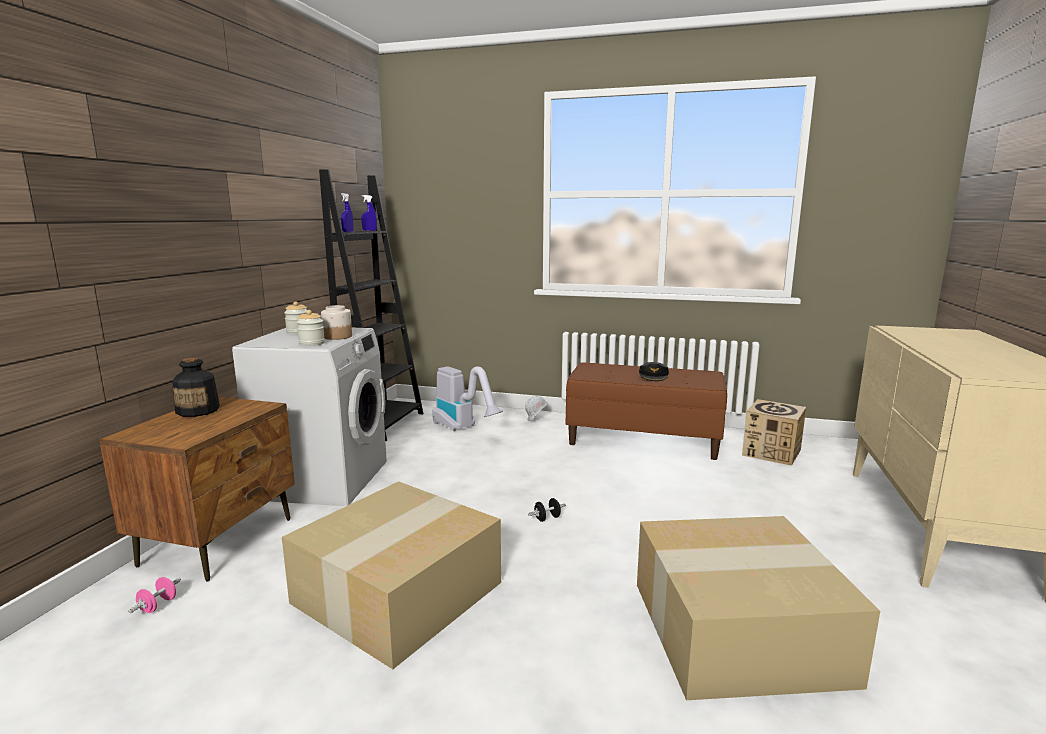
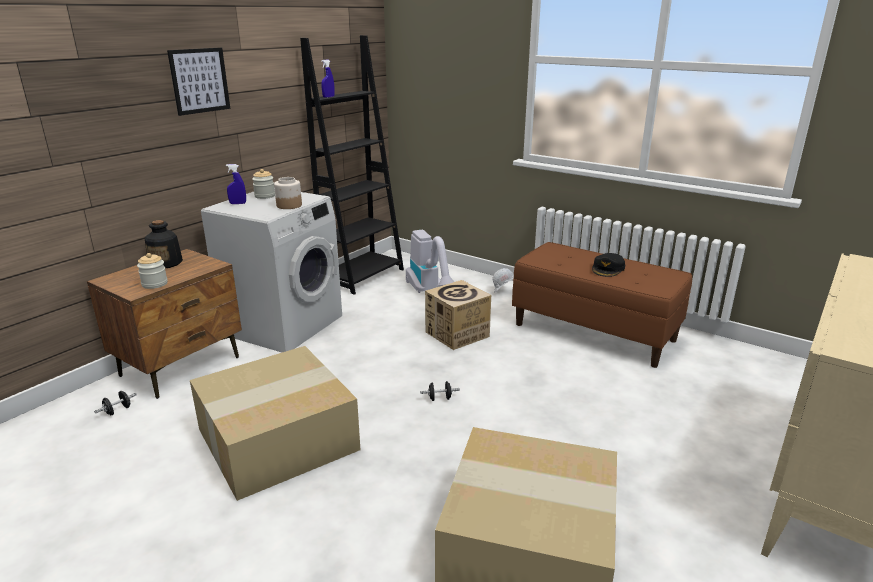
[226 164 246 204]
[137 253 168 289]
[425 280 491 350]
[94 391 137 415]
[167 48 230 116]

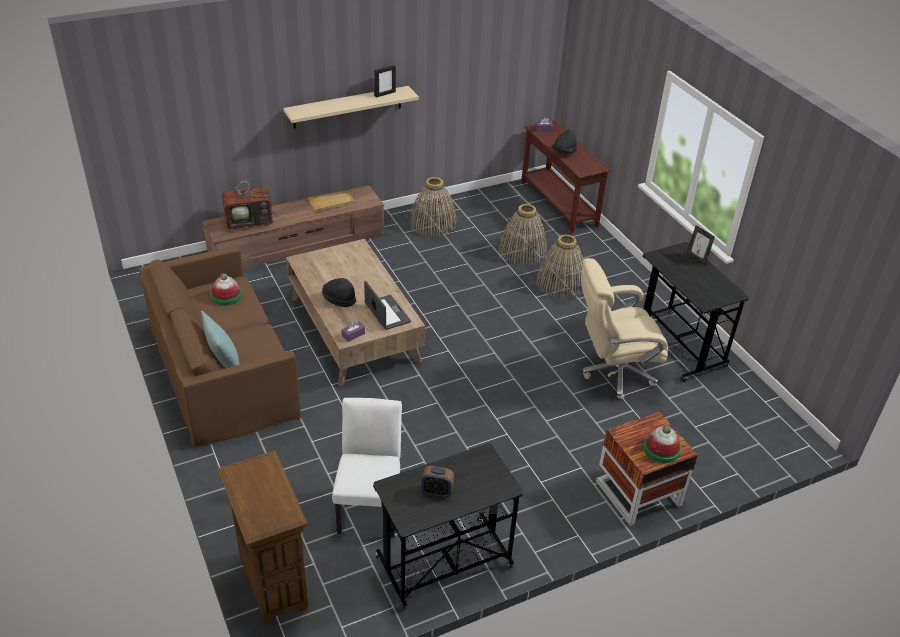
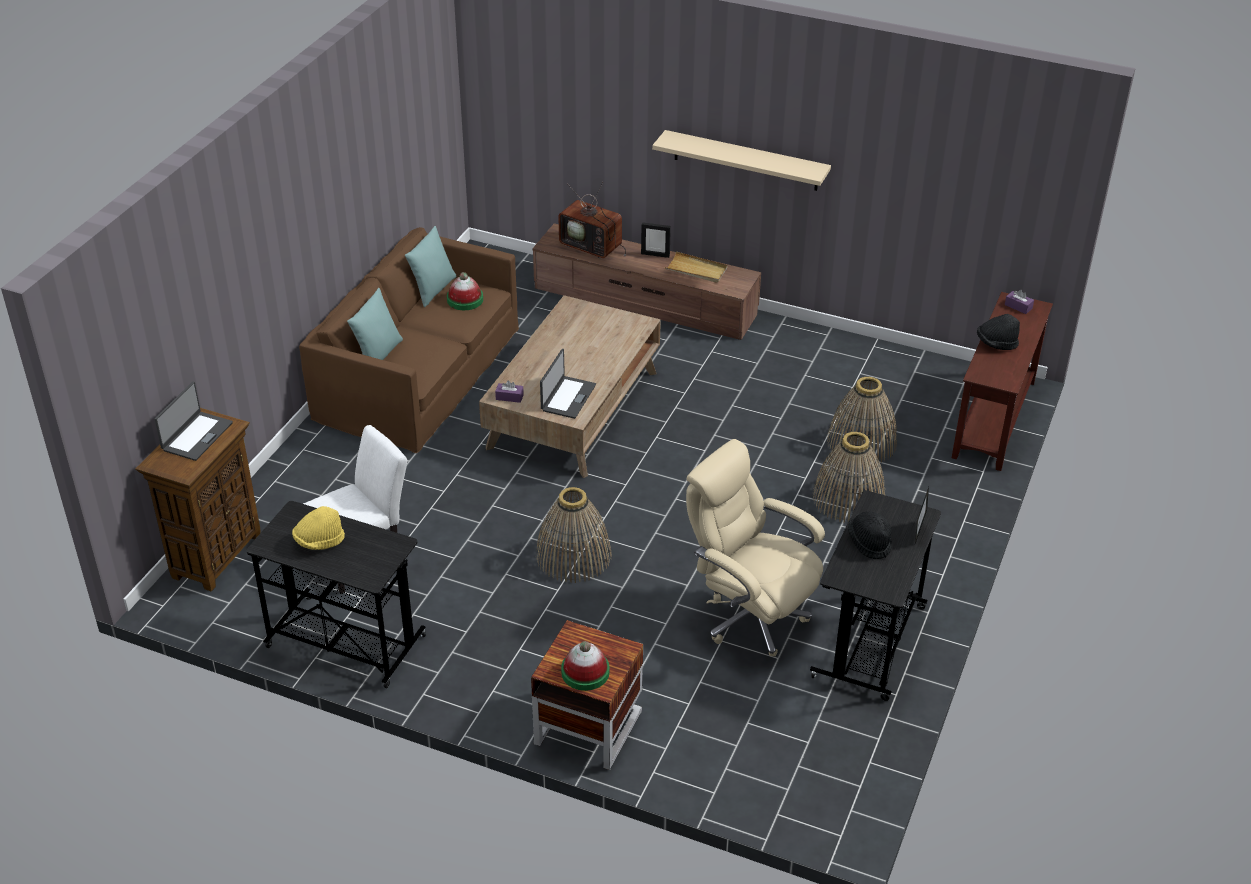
[641 222 671 258]
[536 487 612 583]
[848 511 892 559]
[292 506 345 550]
[405 226 457 307]
[154 382 233 461]

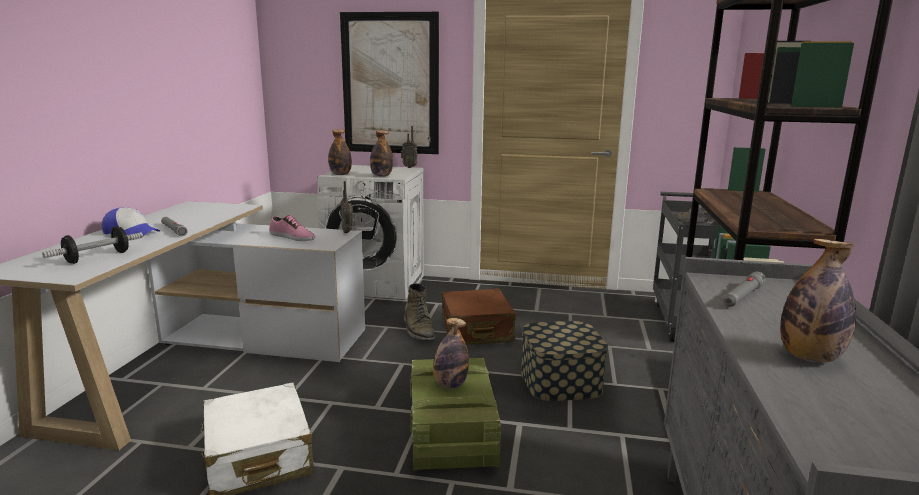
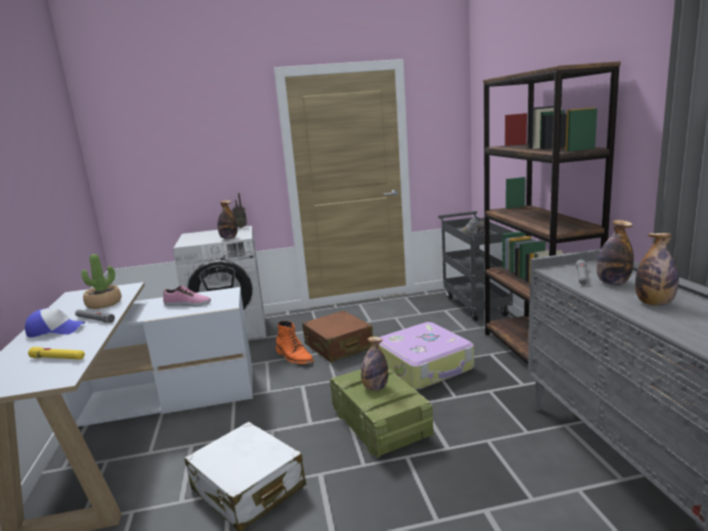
[340 12 439 154] (first image)
[597 220 634 285]
[341 181 355 233] (first image)
[28 347 85 360]
[276 321 314 364]
[379 322 474 390]
[81 254 121 309]

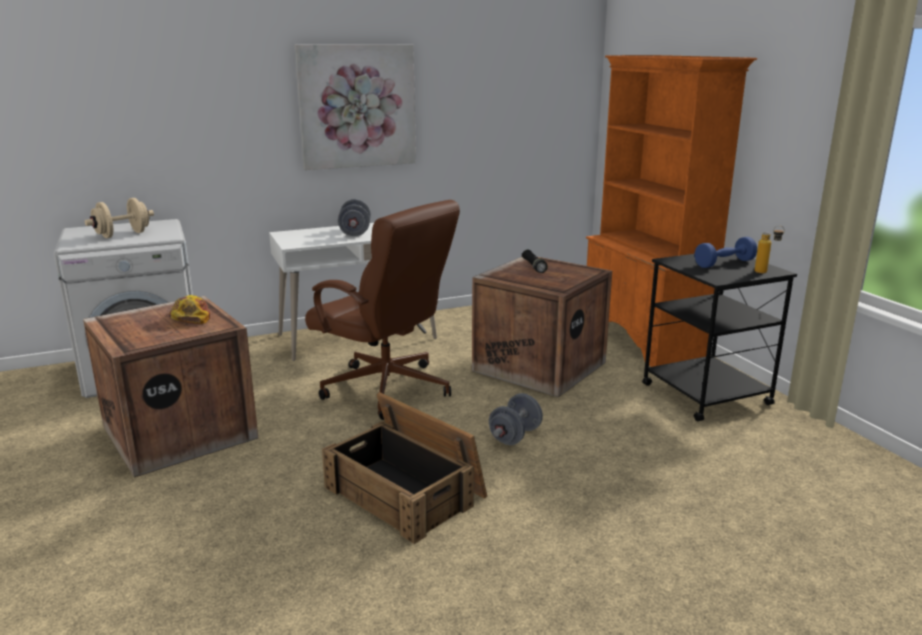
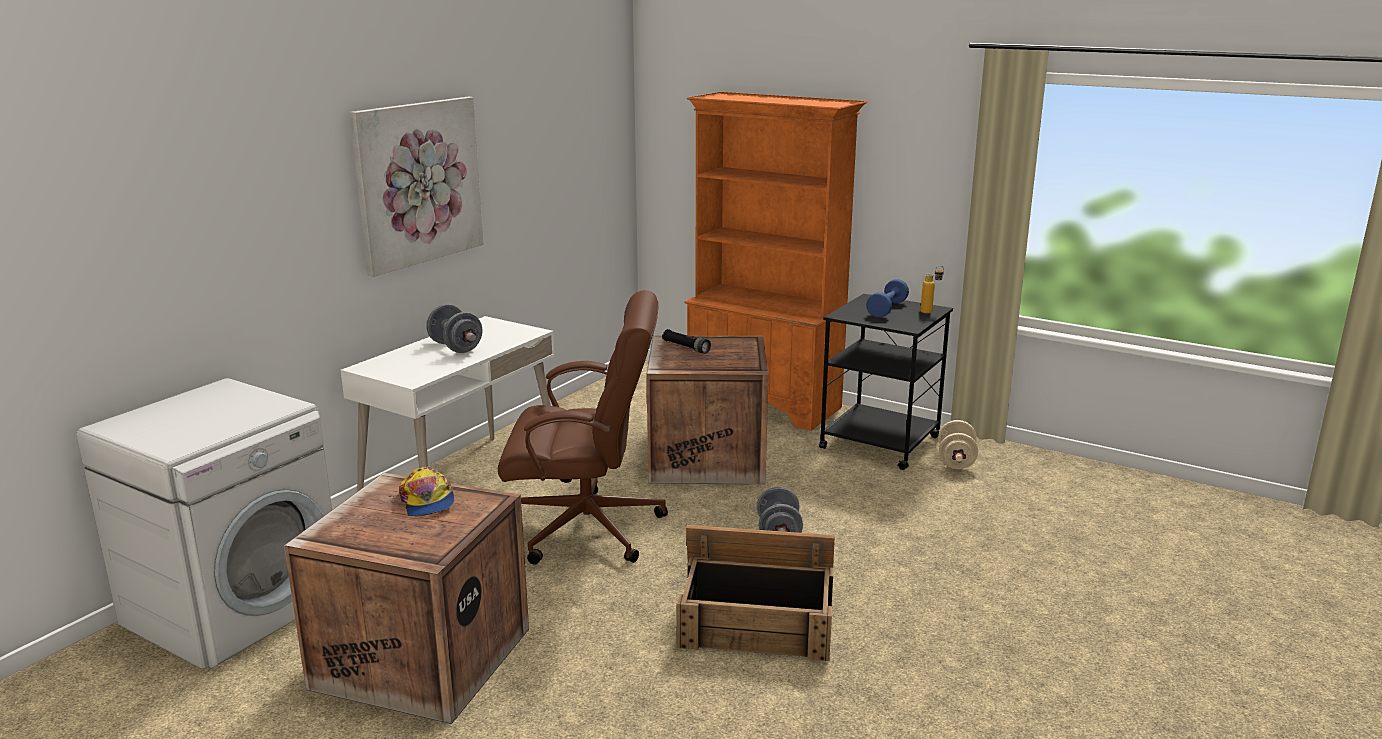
[938 420 978 469]
[399 467 454 517]

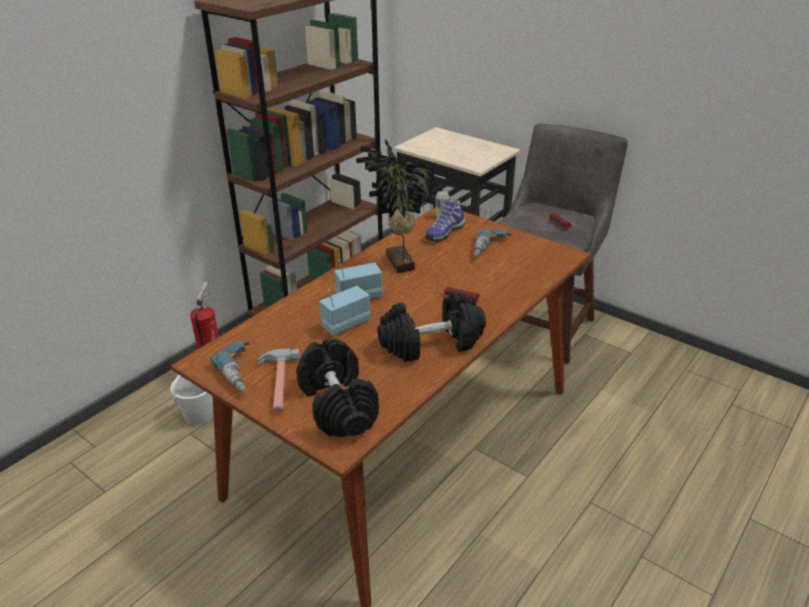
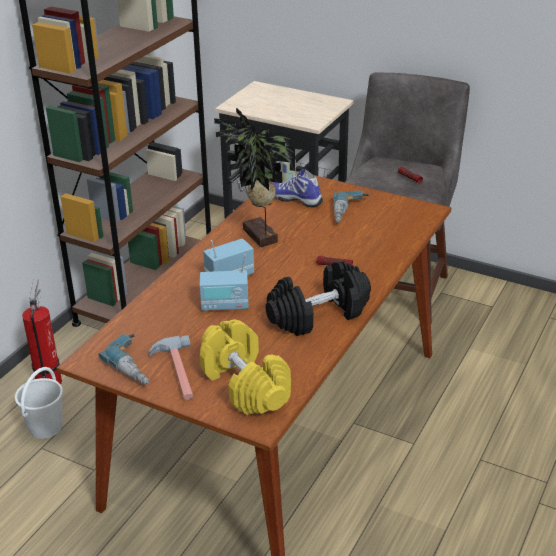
[273 169 323 208]
[199 254 249 311]
[200 319 291 415]

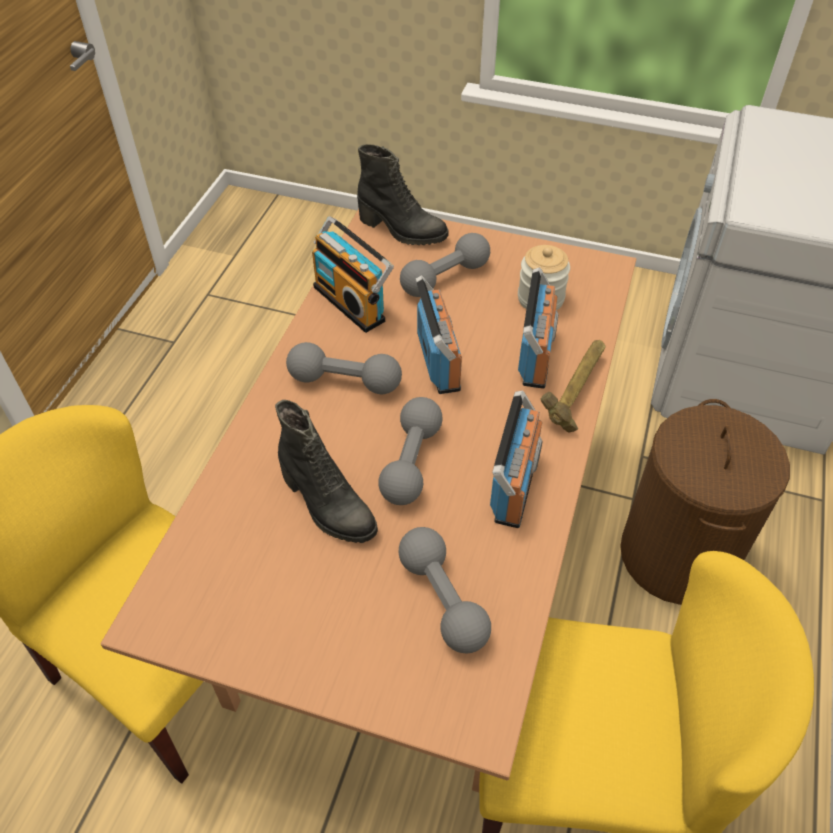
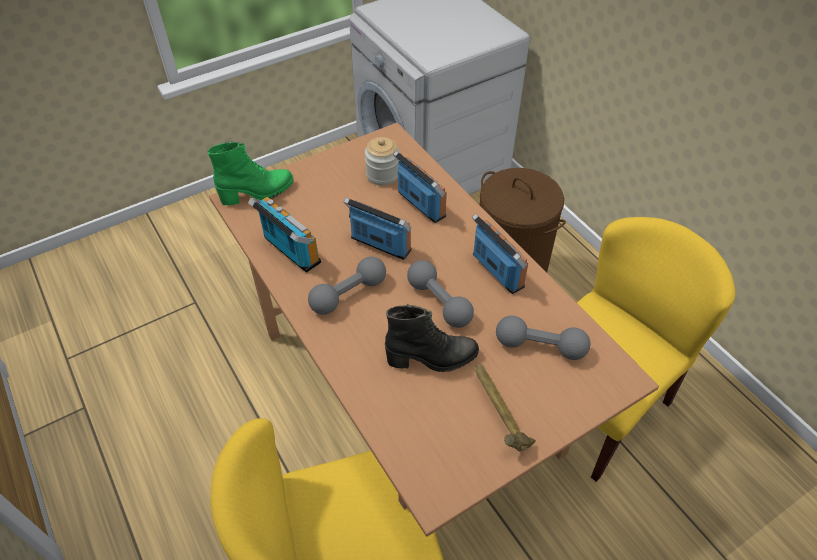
[207 142 293 205]
[248 197 321 273]
[400 233 490 297] (first image)
[474 364 536 451]

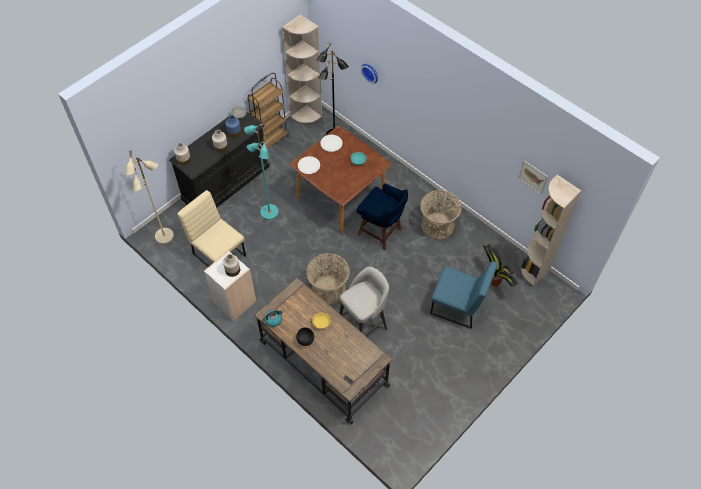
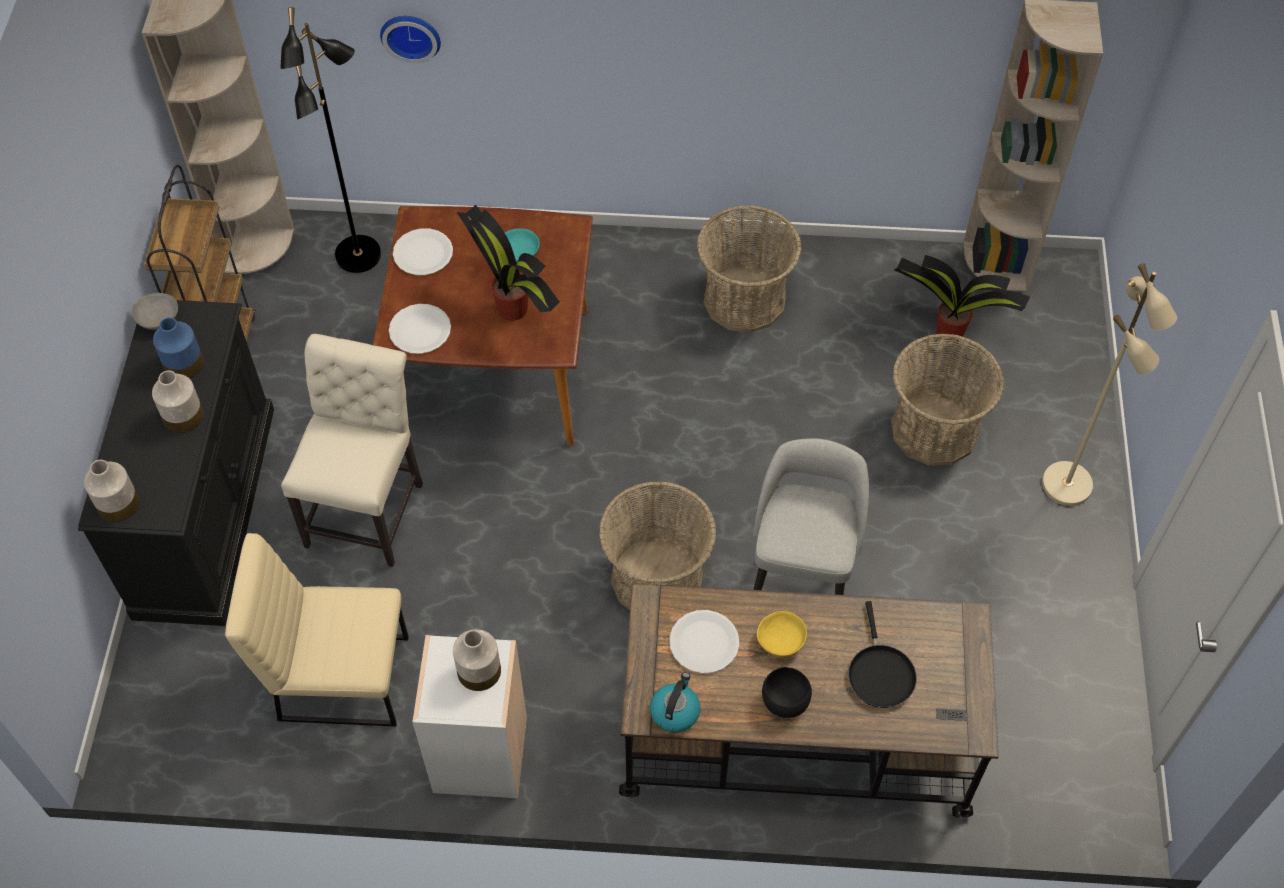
[281 334 423 567]
[1042 264 1177 506]
[518 160 548 195] (first image)
[357 184 408 250] (first image)
[891 333 1004 466]
[456 205 559 321]
[848 601 917 708]
[669 610 739 673]

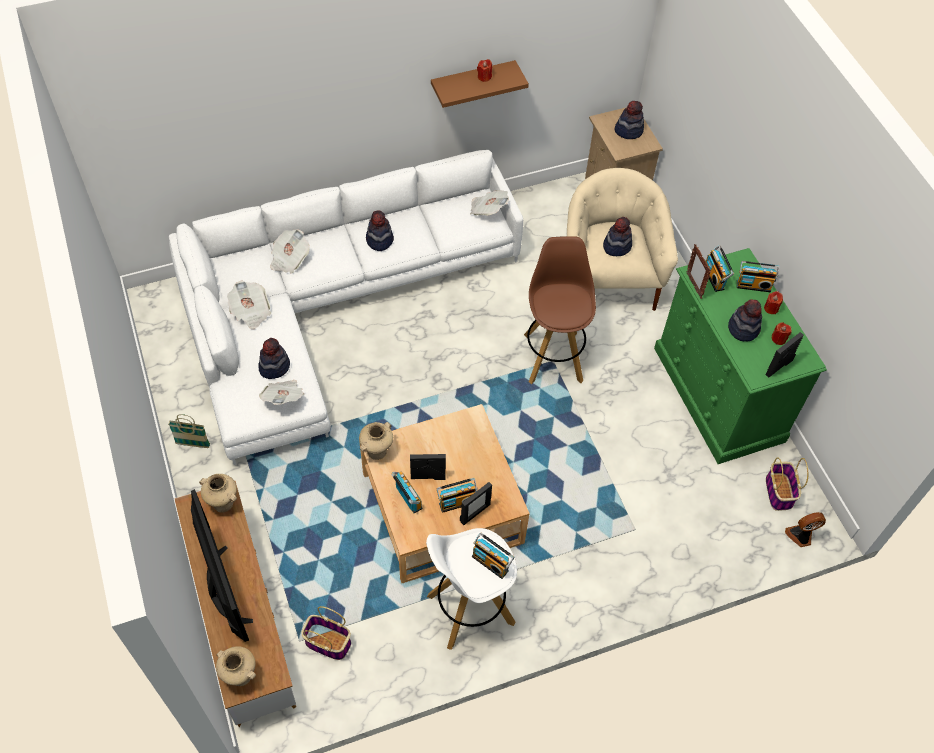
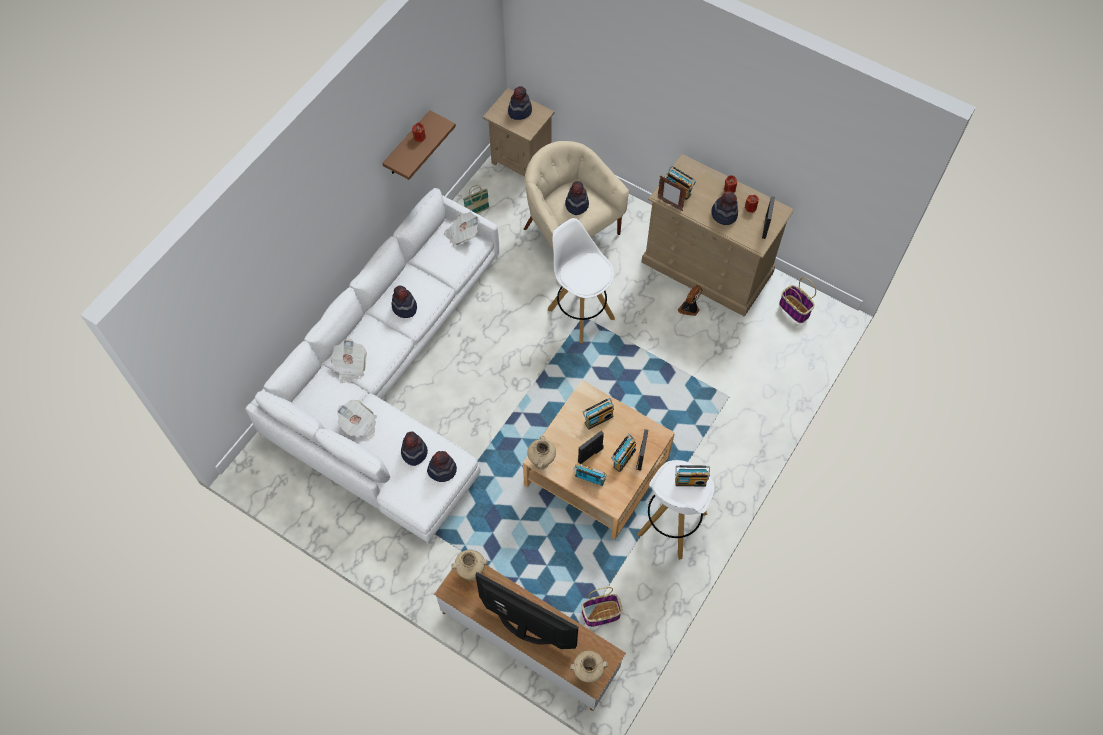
[548 218 615 343]
[642 154 794 317]
[583 398 614 430]
[427 451 457 482]
[463 185 489 214]
[678 285 702 316]

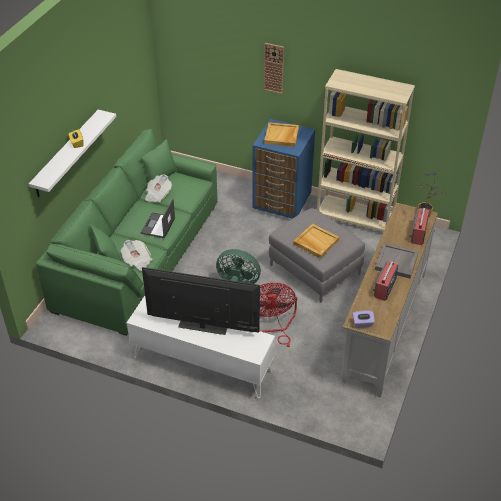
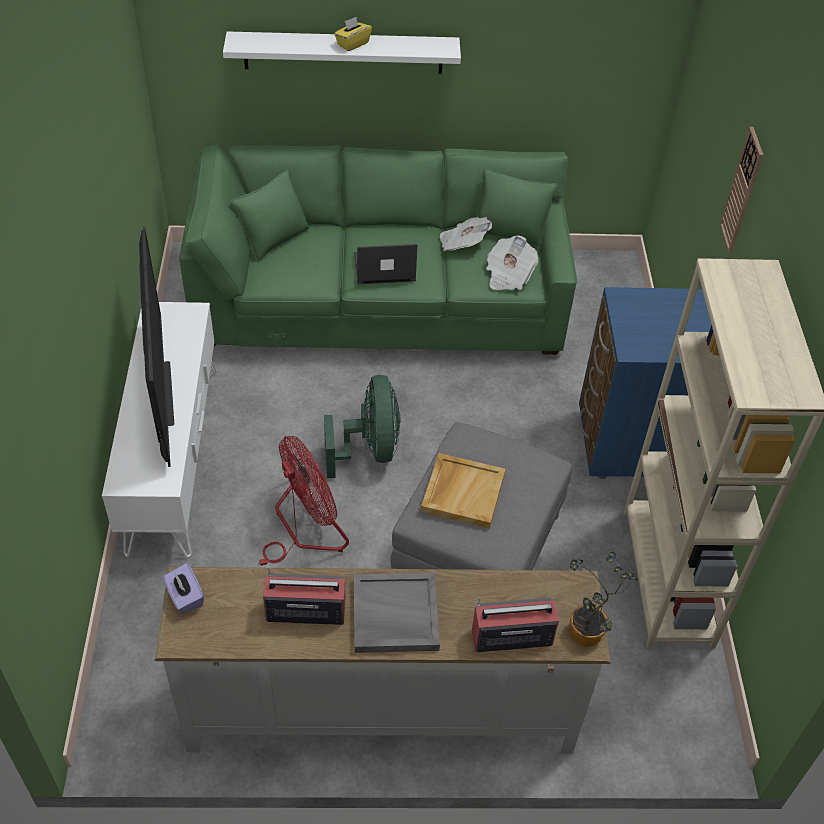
[264 122 299 147] (first image)
[486 235 539 290]

